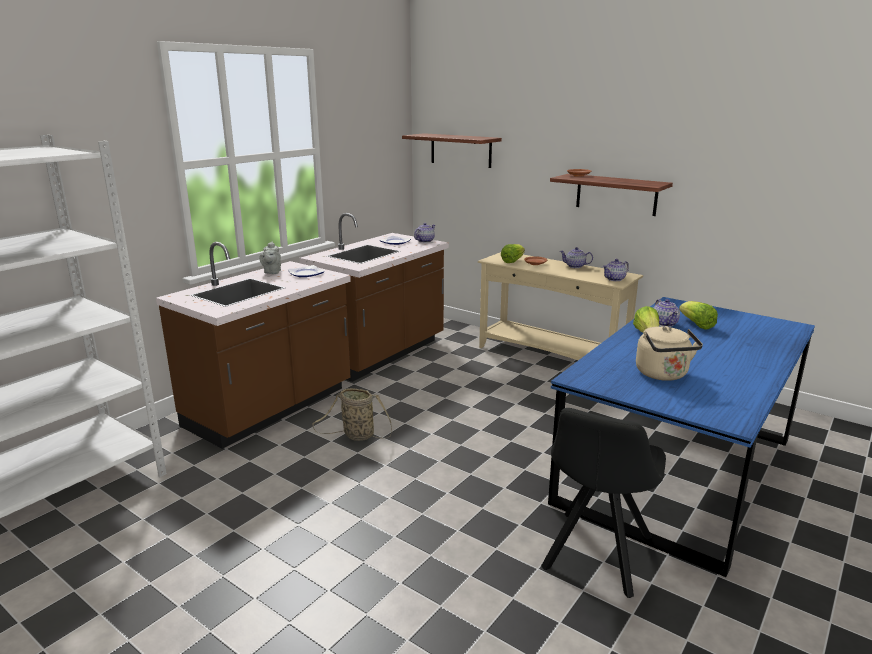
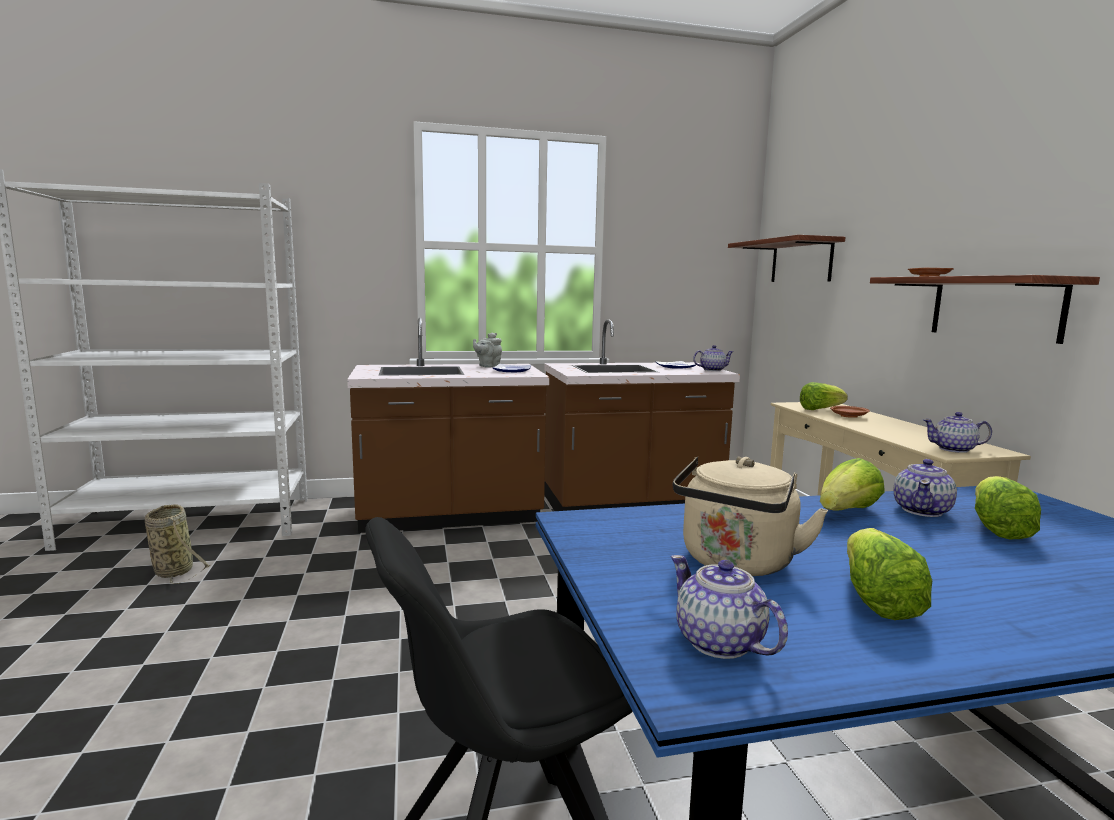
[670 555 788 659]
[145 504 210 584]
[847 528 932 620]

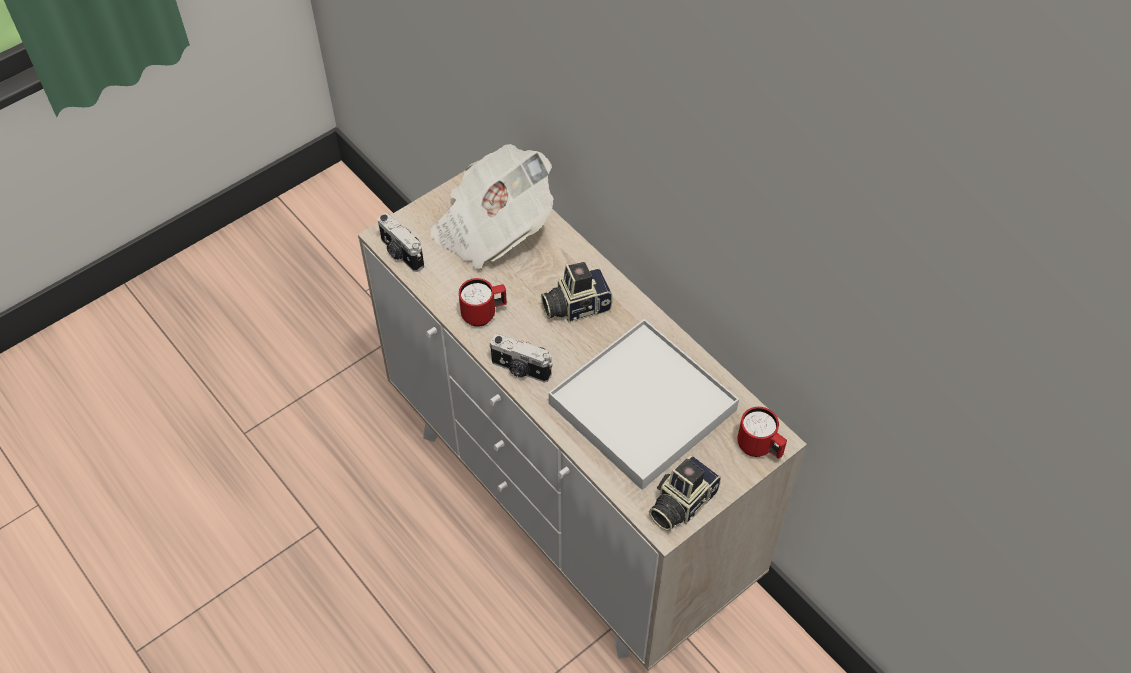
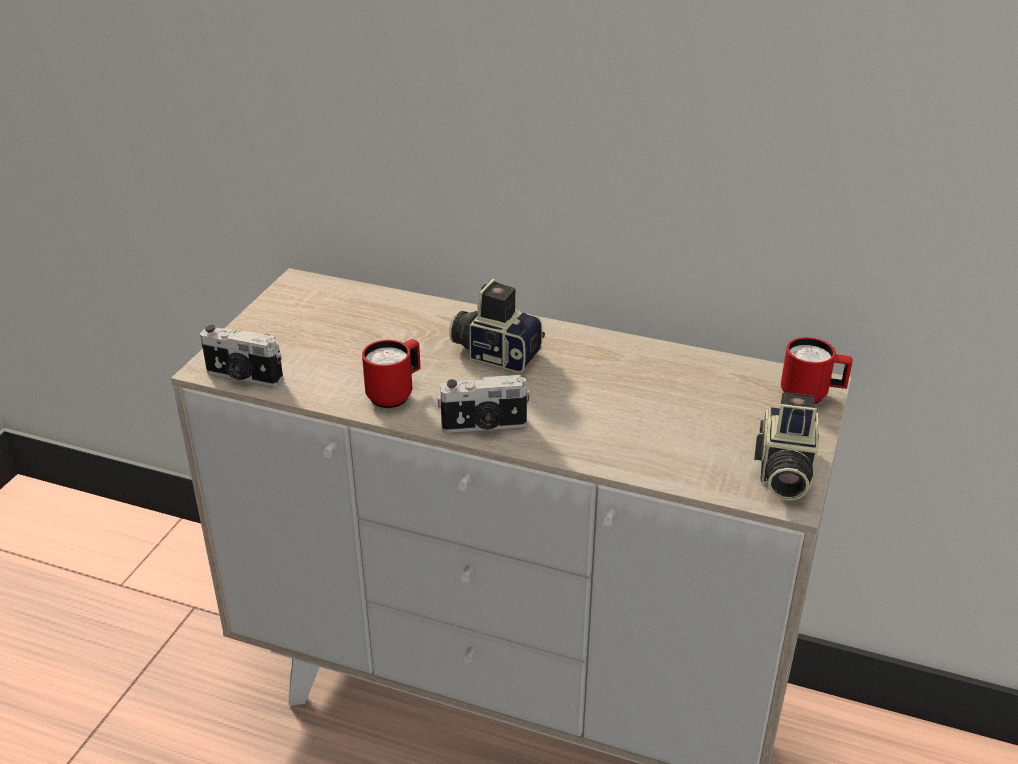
[430 144 554 269] (first image)
[449 279 545 372]
[549 319 739 490] (first image)

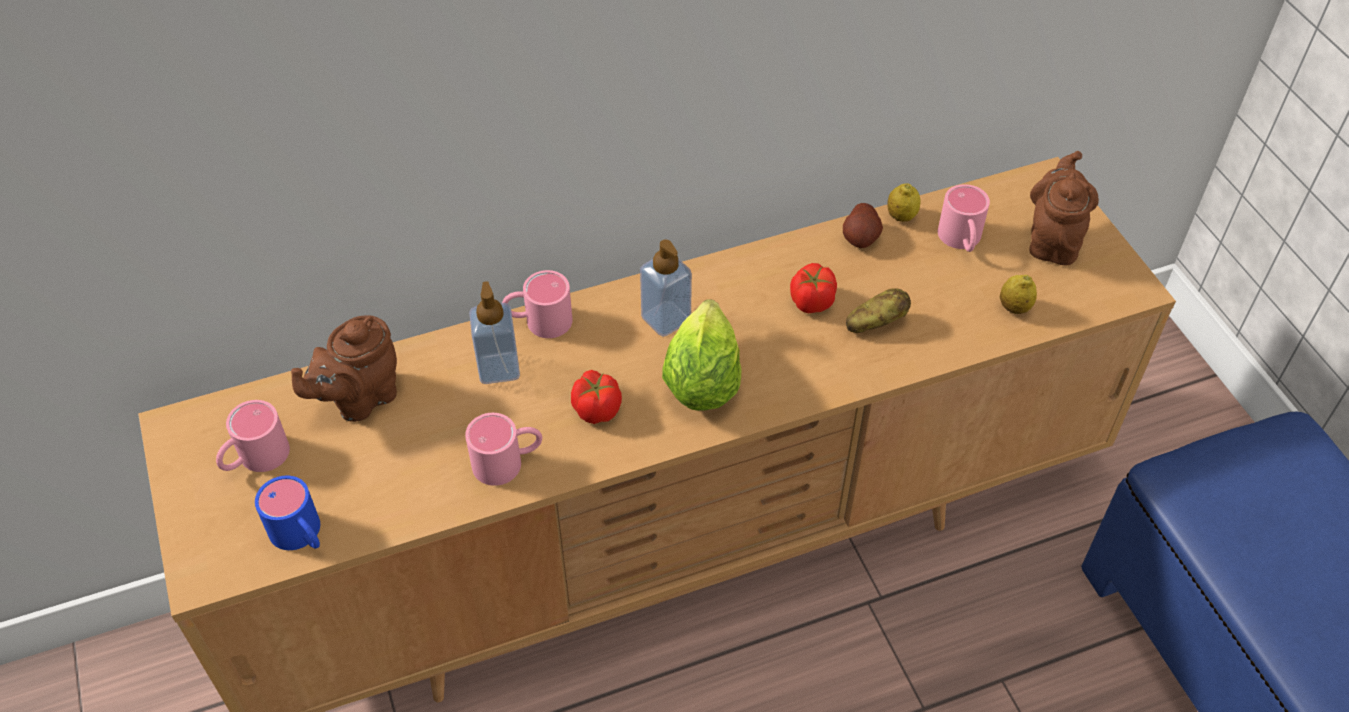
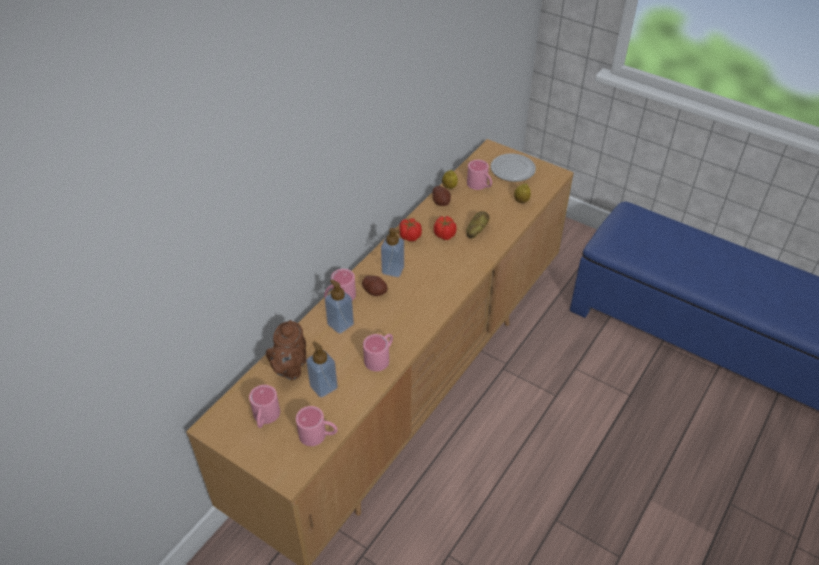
[491 153 536 182]
[662 299 742 411] (first image)
[399 218 422 241]
[296 406 338 446]
[362 276 388 296]
[306 341 338 397]

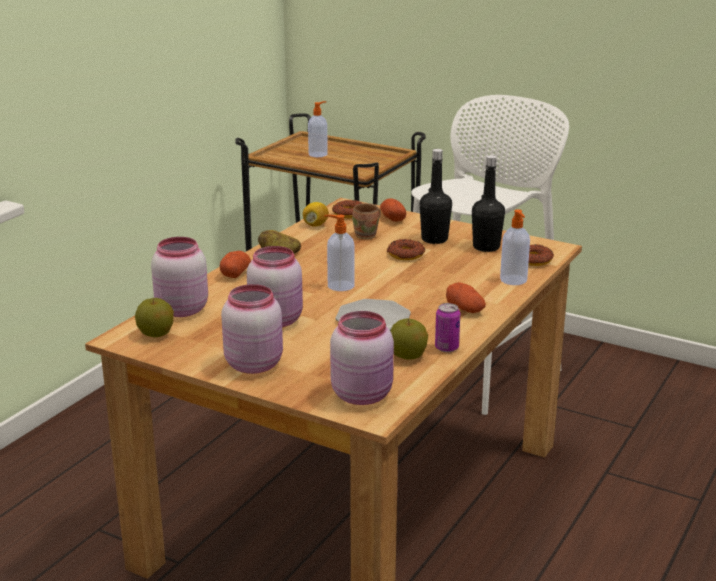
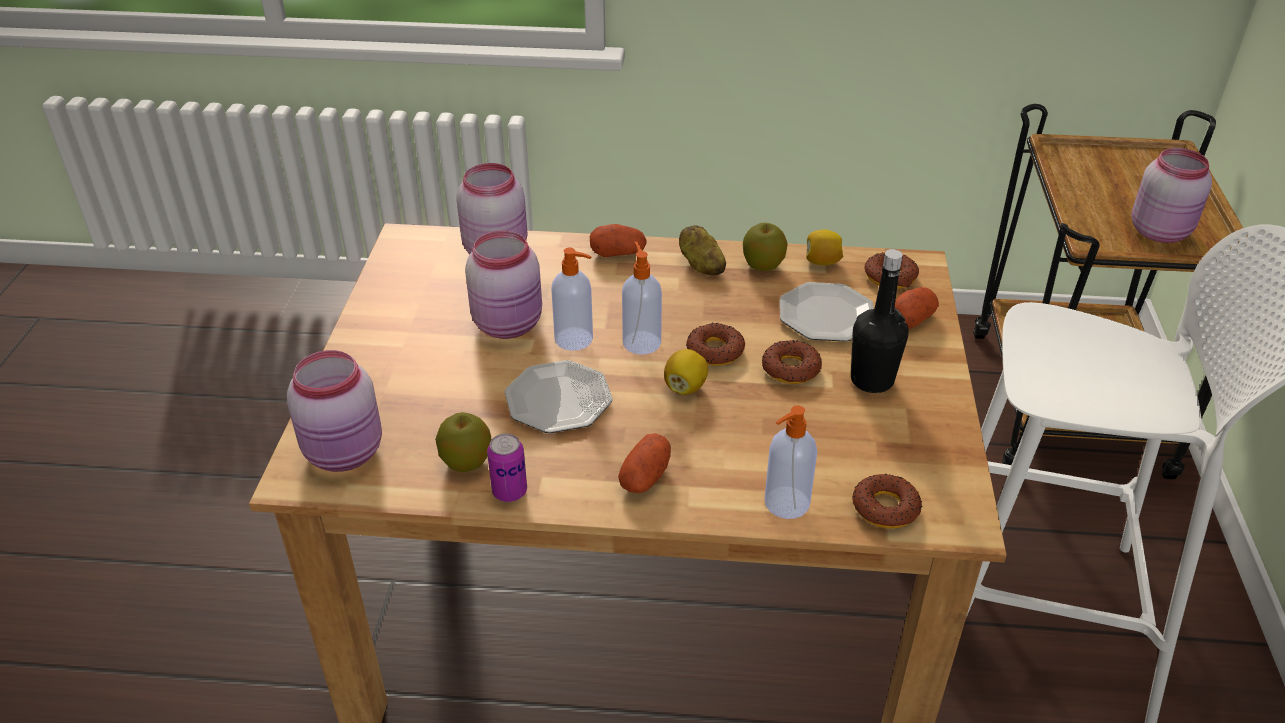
[551 247 593 351]
[472 155 505 252] (first image)
[780 282 874 342]
[1131 148 1212 243]
[743 223 788 271]
[686 323 745 366]
[664 349 708 395]

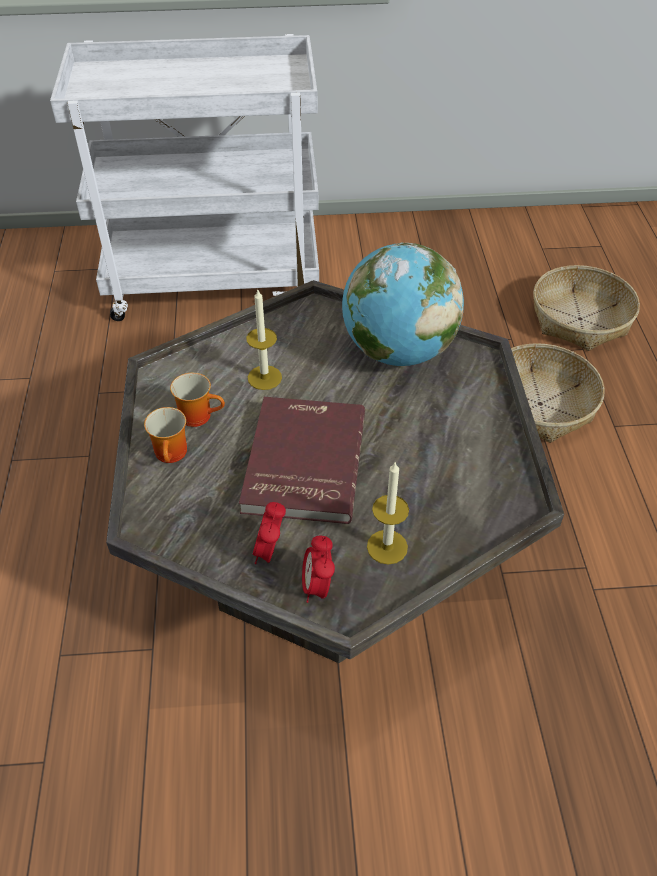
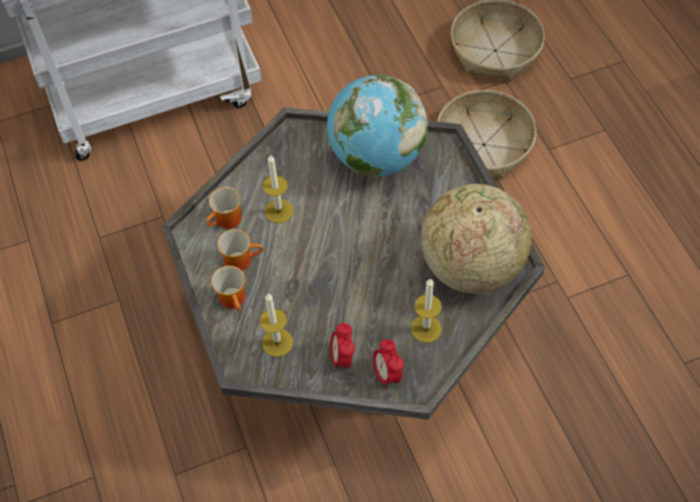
[239 397 365 524] (first image)
[421 183 532 294]
[206 187 242 229]
[260 294 293 357]

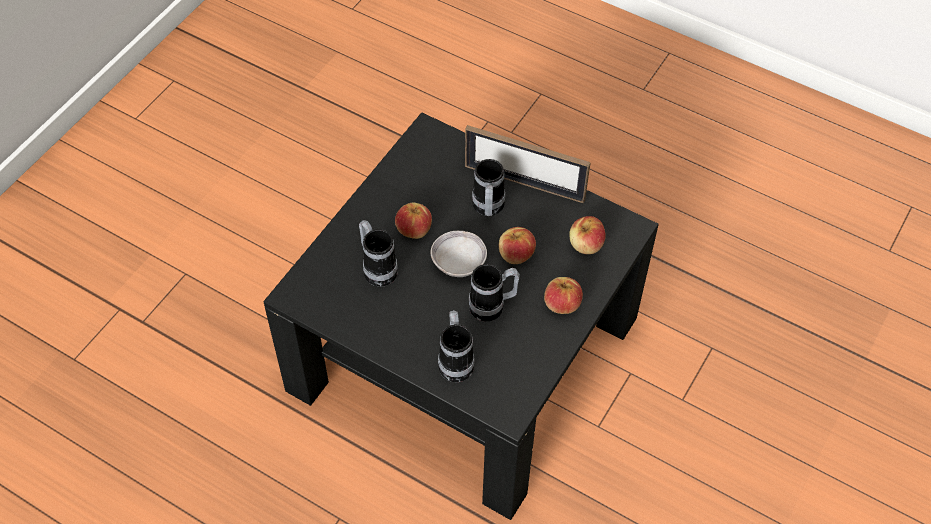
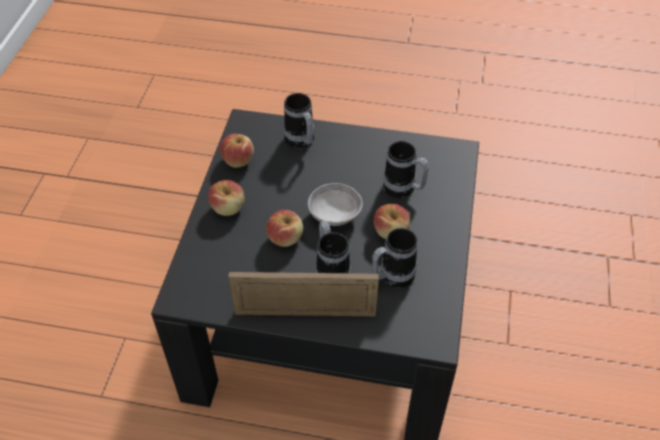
[220 134 254 168]
[372 228 418 288]

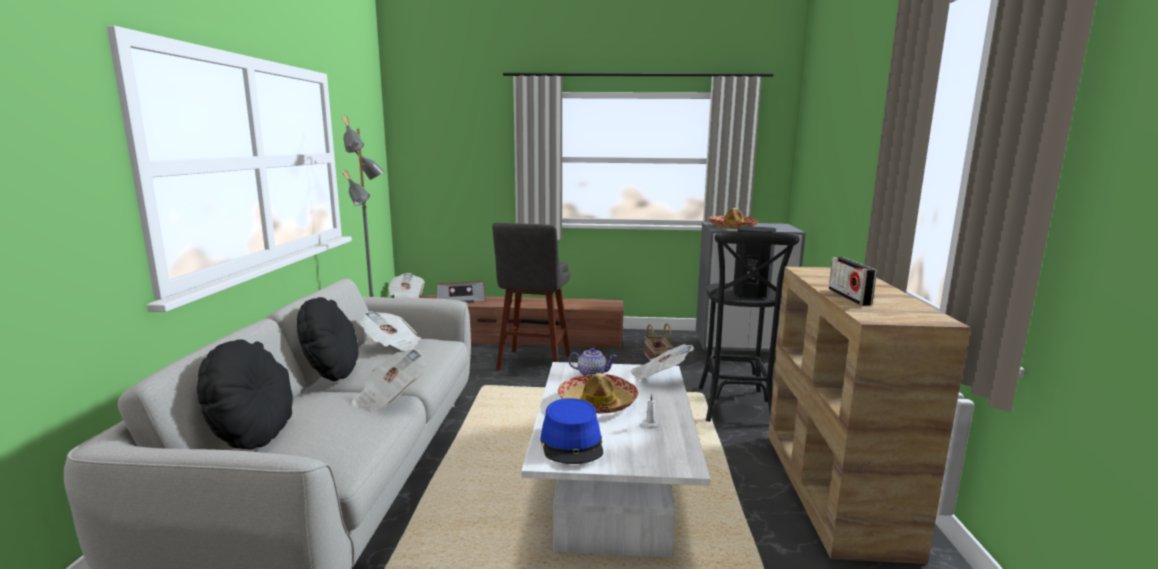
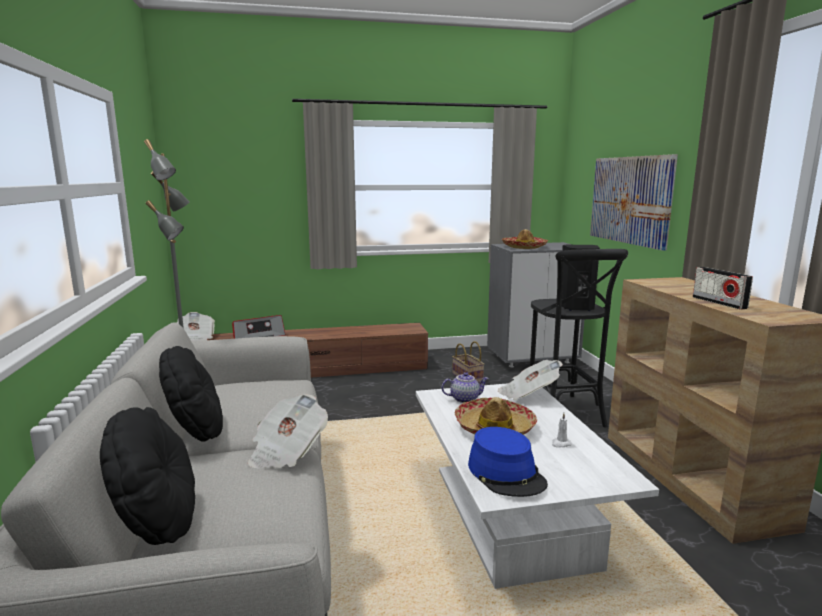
[492 223 570 370] (first image)
[360 311 421 352] (first image)
[590 154 678 251]

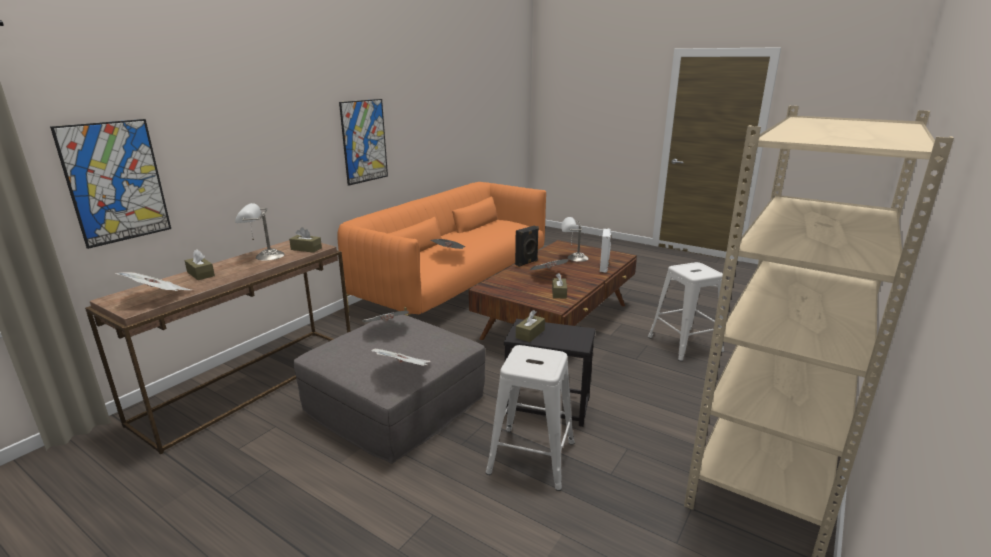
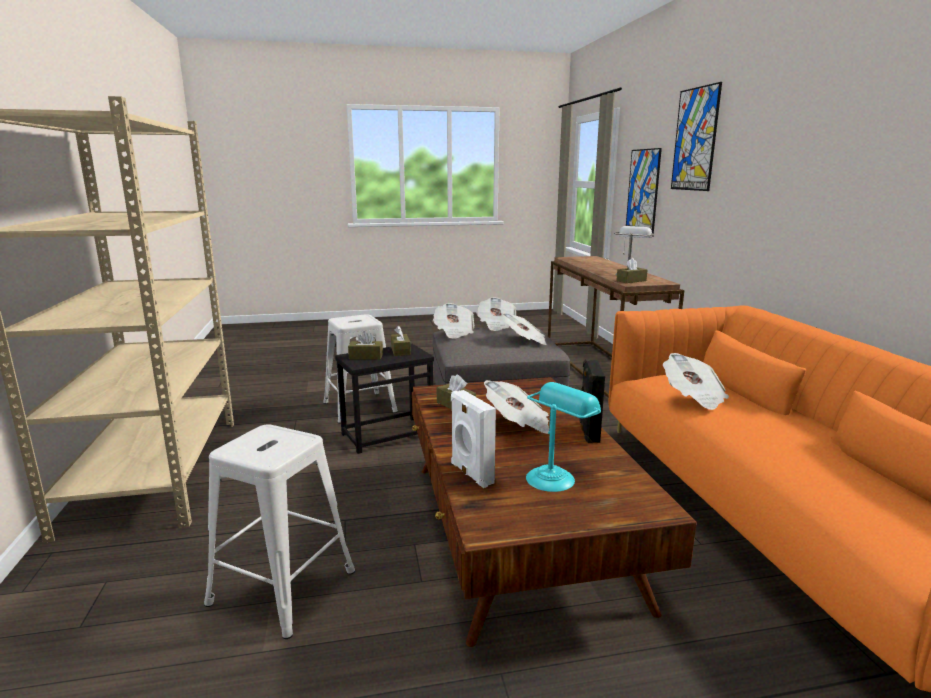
[671 82 722 191]
[526 382 601 492]
[348 331 383 359]
[476 297 516 331]

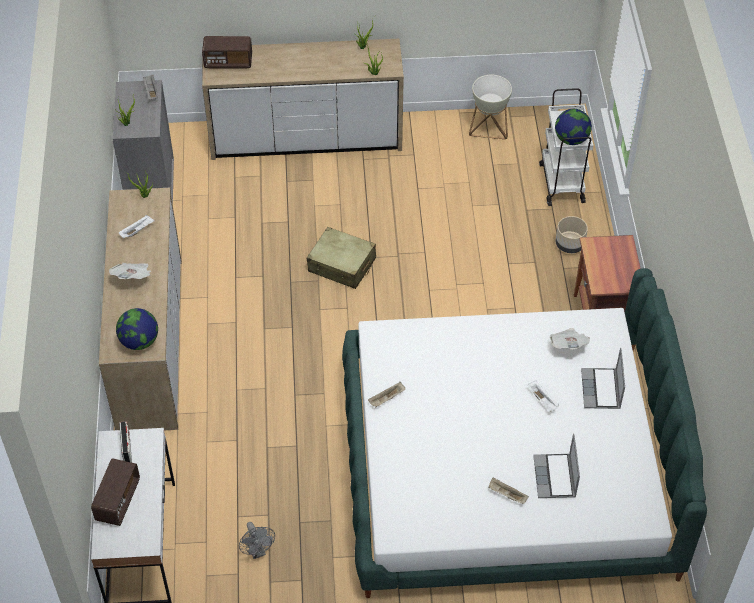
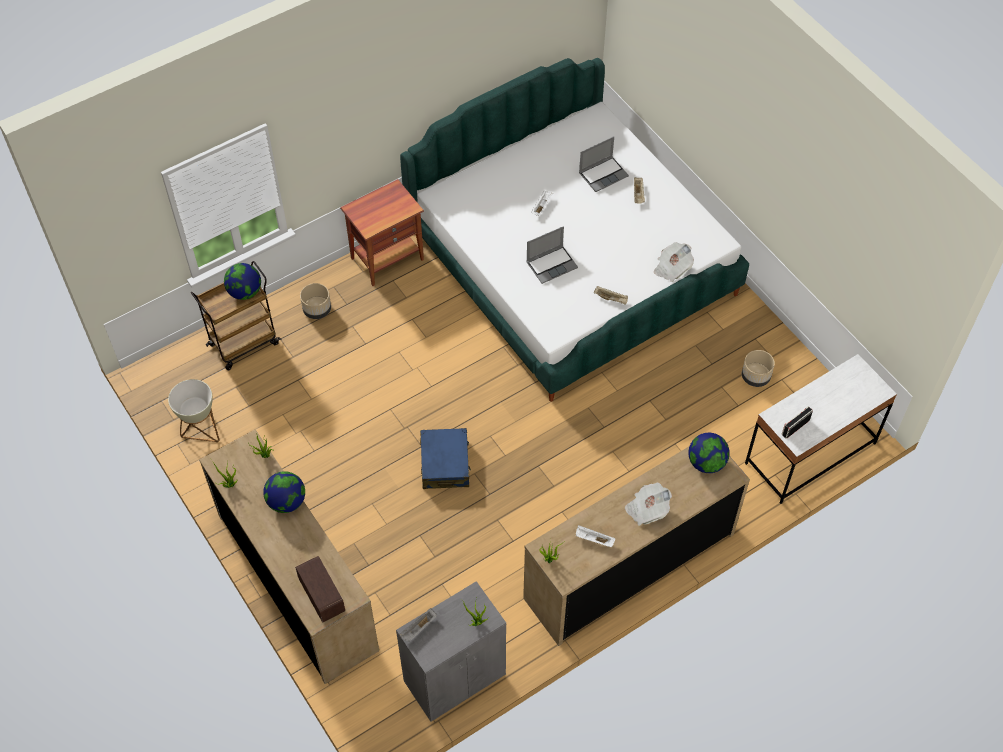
[191 261 281 371]
[420 428 471 489]
[654 242 694 282]
[526 226 578 284]
[91 458 140 526] (first image)
[742 350 775 387]
[263 471 305 513]

